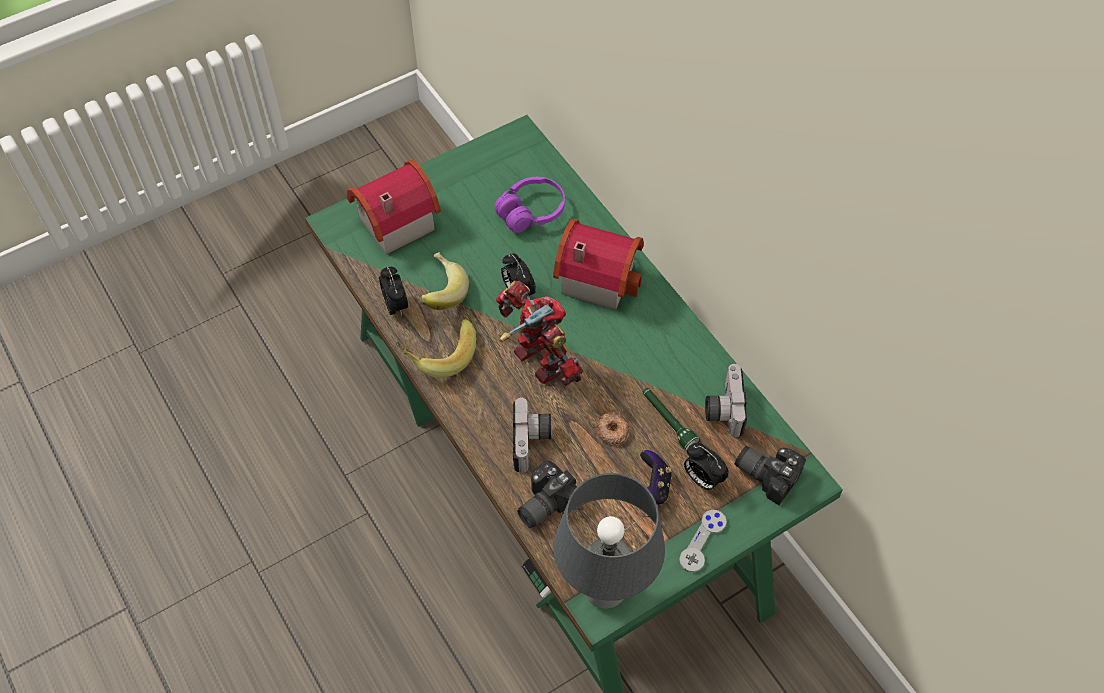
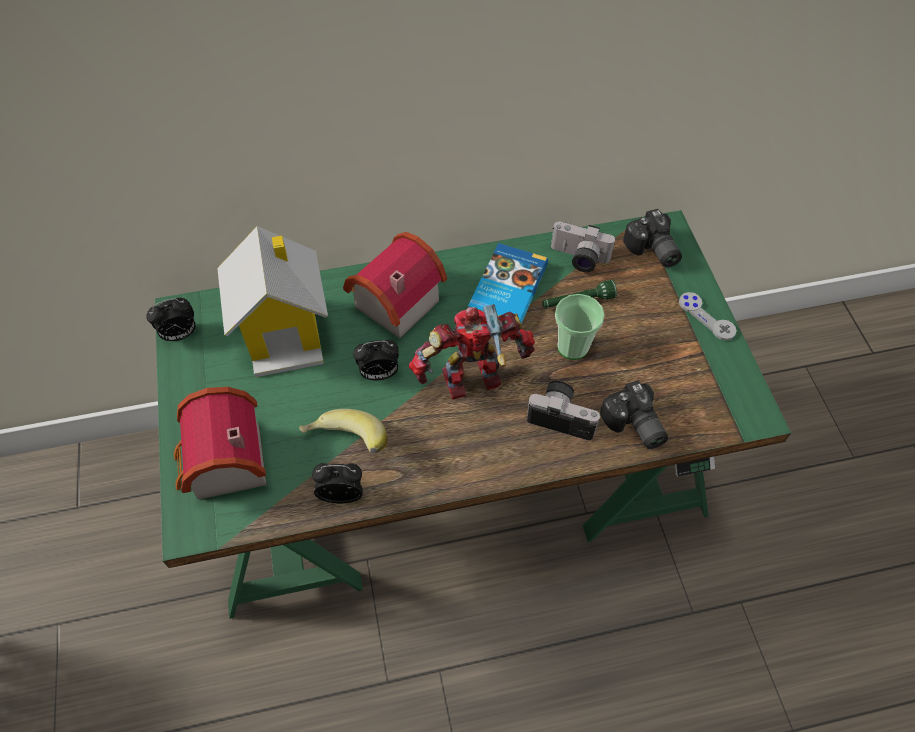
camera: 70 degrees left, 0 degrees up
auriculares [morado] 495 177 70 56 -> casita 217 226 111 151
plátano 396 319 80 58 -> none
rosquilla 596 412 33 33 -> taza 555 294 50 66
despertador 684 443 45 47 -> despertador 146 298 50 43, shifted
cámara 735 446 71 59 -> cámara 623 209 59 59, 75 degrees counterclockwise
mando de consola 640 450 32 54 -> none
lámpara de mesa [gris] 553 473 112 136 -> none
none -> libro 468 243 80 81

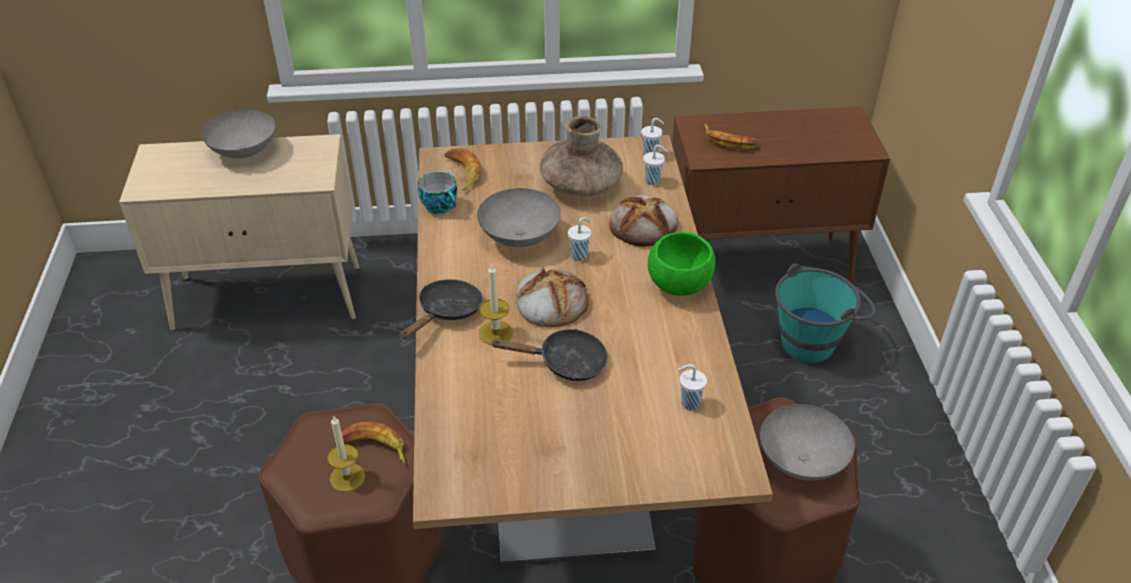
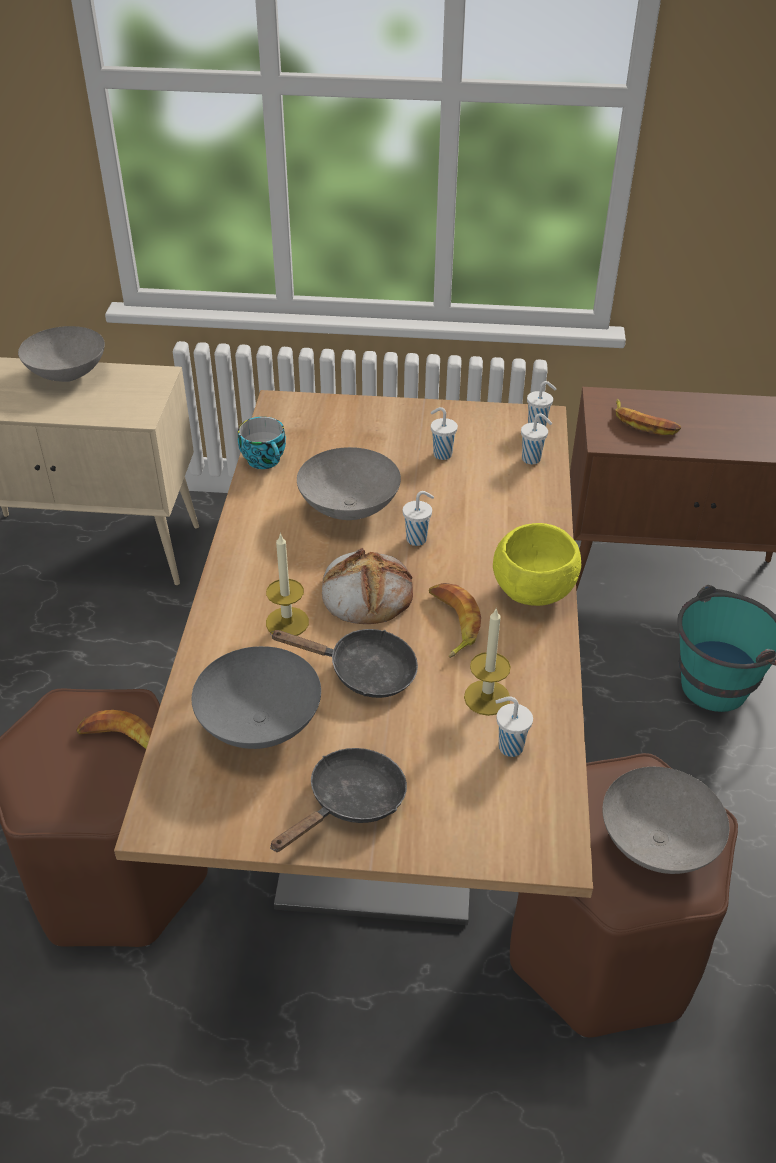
camera: 10 degrees right, 0 degrees up
florero [marrón] 540 116 83 80 -> taza [blanco] 431 407 27 53
plátano 444 148 37 43 -> plátano 429 583 52 75, shifted
pan 609 195 69 52 -> none
cuenco [verde] 648 231 68 65 -> cuenco [amarillo] 493 523 88 83
sartén [negro] 400 279 83 60 -> sartén [negro] 270 748 137 104, shifted
vela 327 415 38 77 -> vela 464 609 47 107, shifted
none -> cuenco [gris] 192 646 129 103

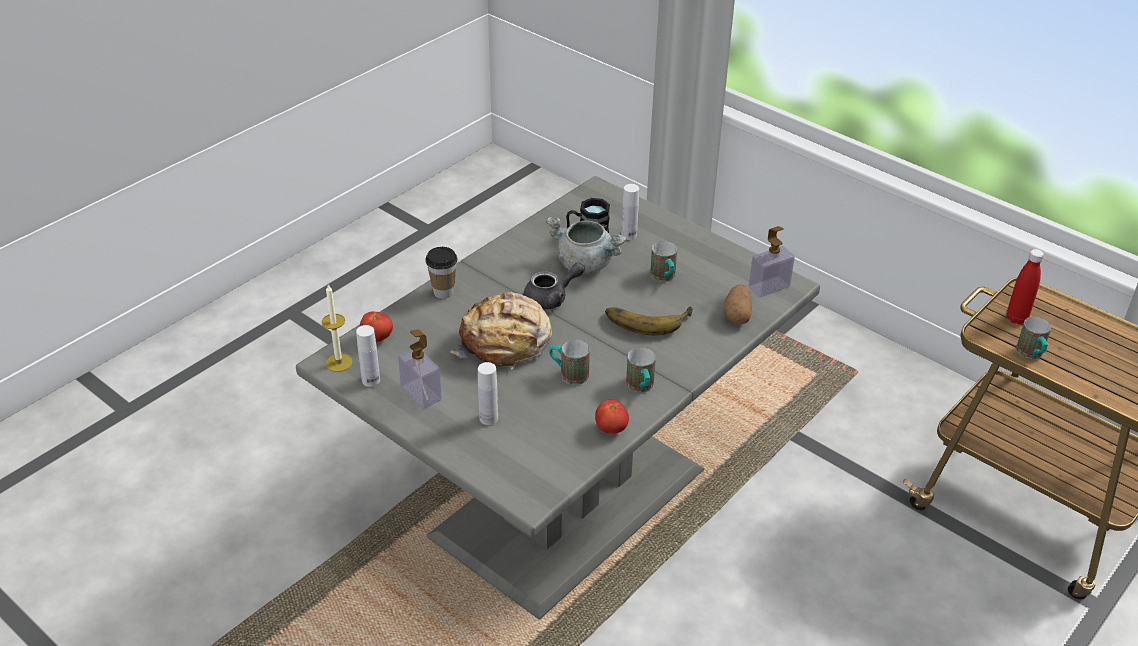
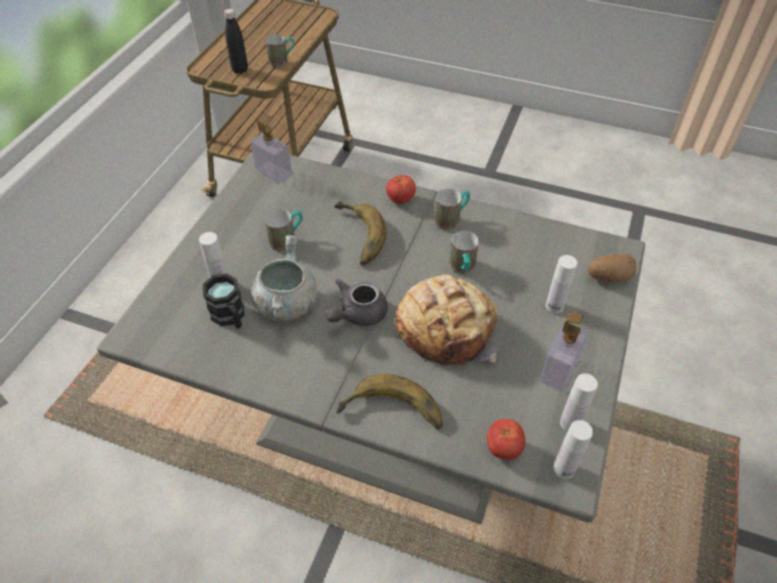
camera: 110 degrees left, 10 degrees up
taza 425 247 33 52 -> plátano 336 374 107 56
botella [rojo] 1007 249 37 75 -> botella [negro] 224 9 24 65
tetera [gris] 524 262 61 48 -> tetera [gris] 326 279 62 47, 90 degrees counterclockwise
patata 723 284 29 40 -> patata 588 254 48 28, shifted
vela 322 285 31 87 -> botella [blanco] 554 420 39 59
tomate 595 400 34 34 -> tomate 386 175 30 29, shifted

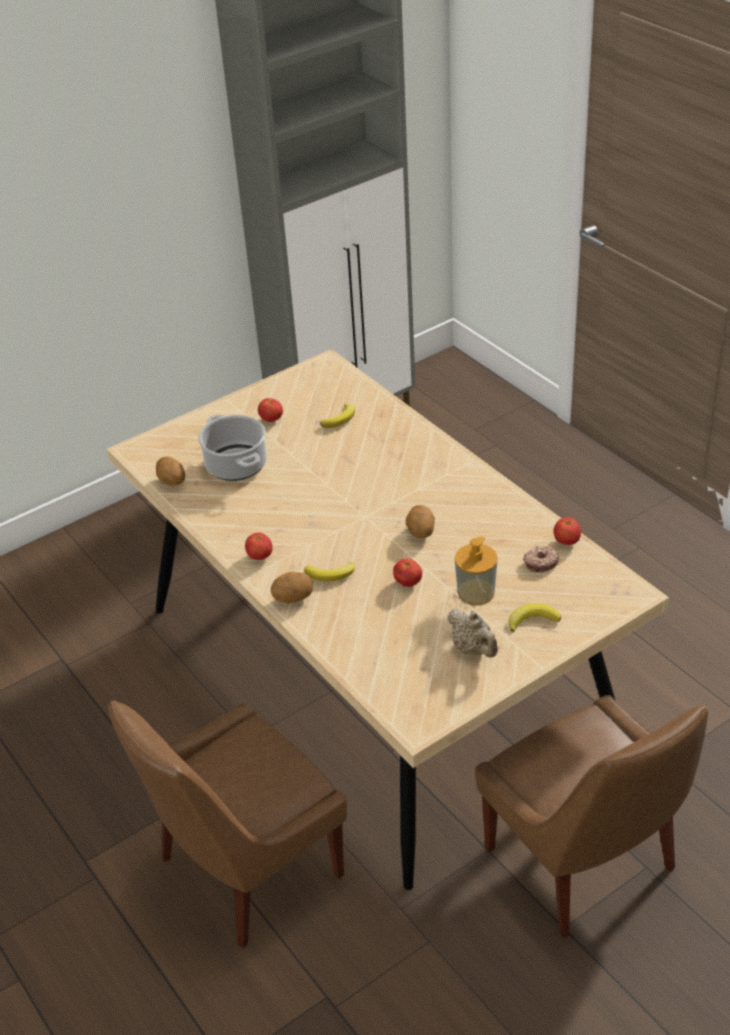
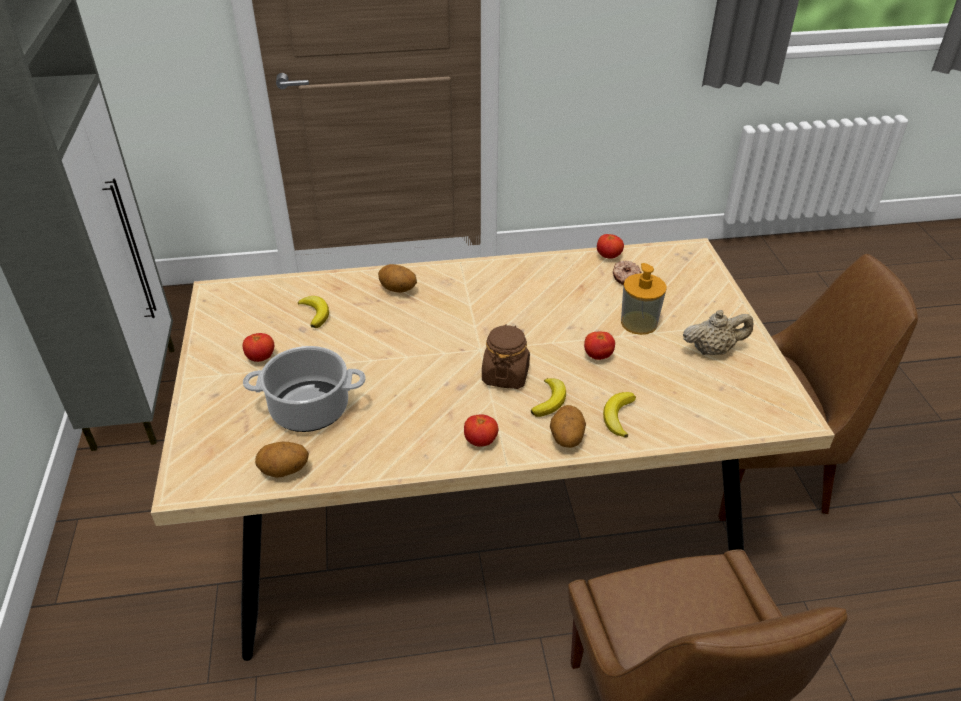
camera: 65 degrees left, 0 degrees up
patata 406 505 29 33 -> patata 378 264 39 28, shifted
plátano 508 603 53 30 -> plátano 603 392 33 46, shifted
none -> tarro [marrón] 482 325 48 64

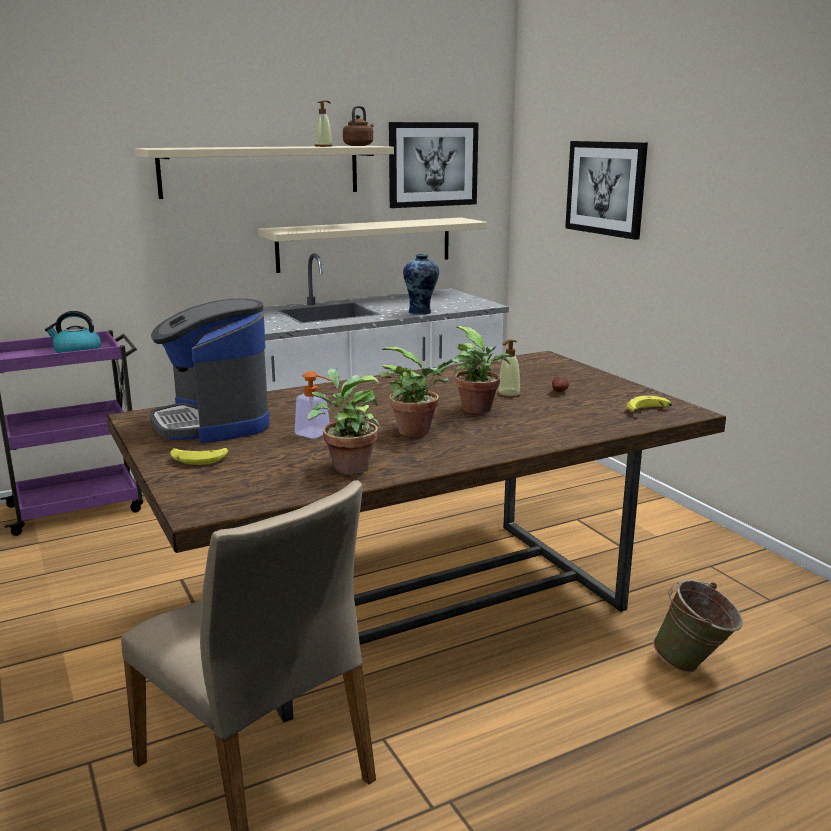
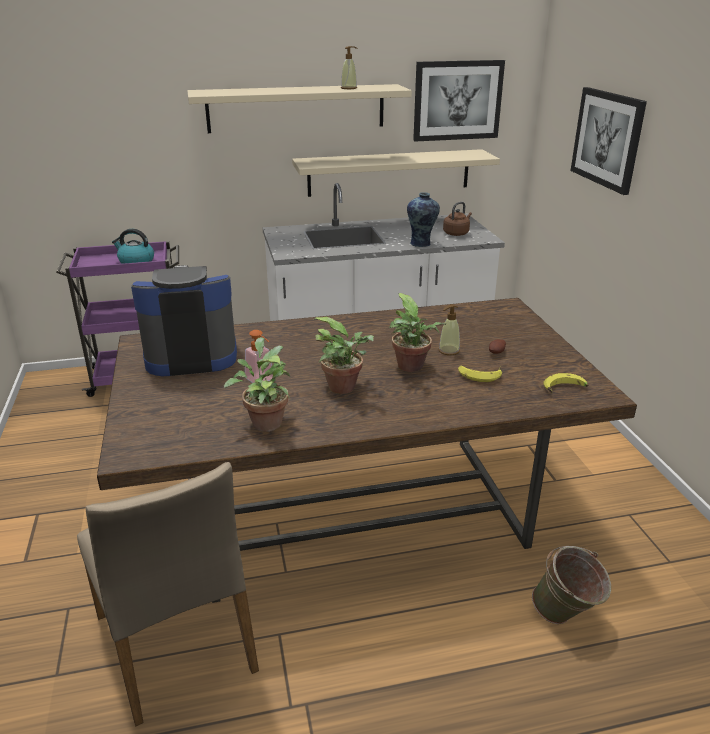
camera: 15 degrees right, 10 degrees up
hervidor [marrón] 343 106 31 40 -> hervidor [marrón] 443 201 29 35, shifted
cafetera 150 298 120 145 -> cafetera 131 265 106 111, 90 degrees clockwise
plátano 170 445 59 20 -> plátano 458 365 44 17, shifted

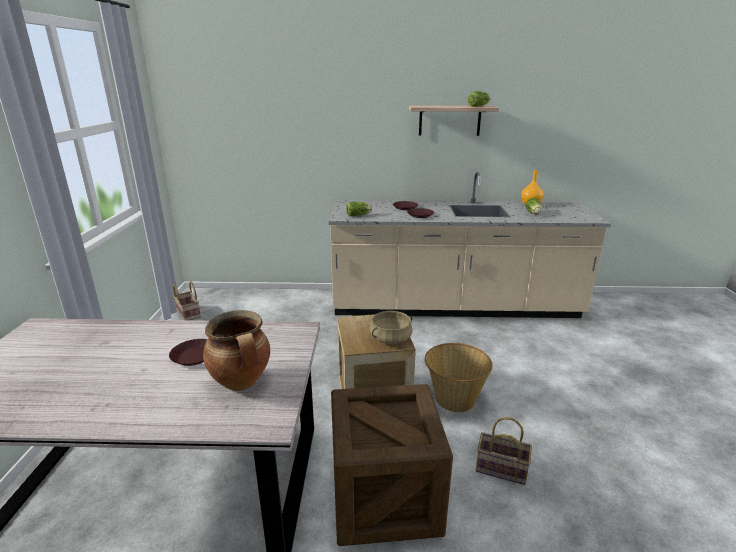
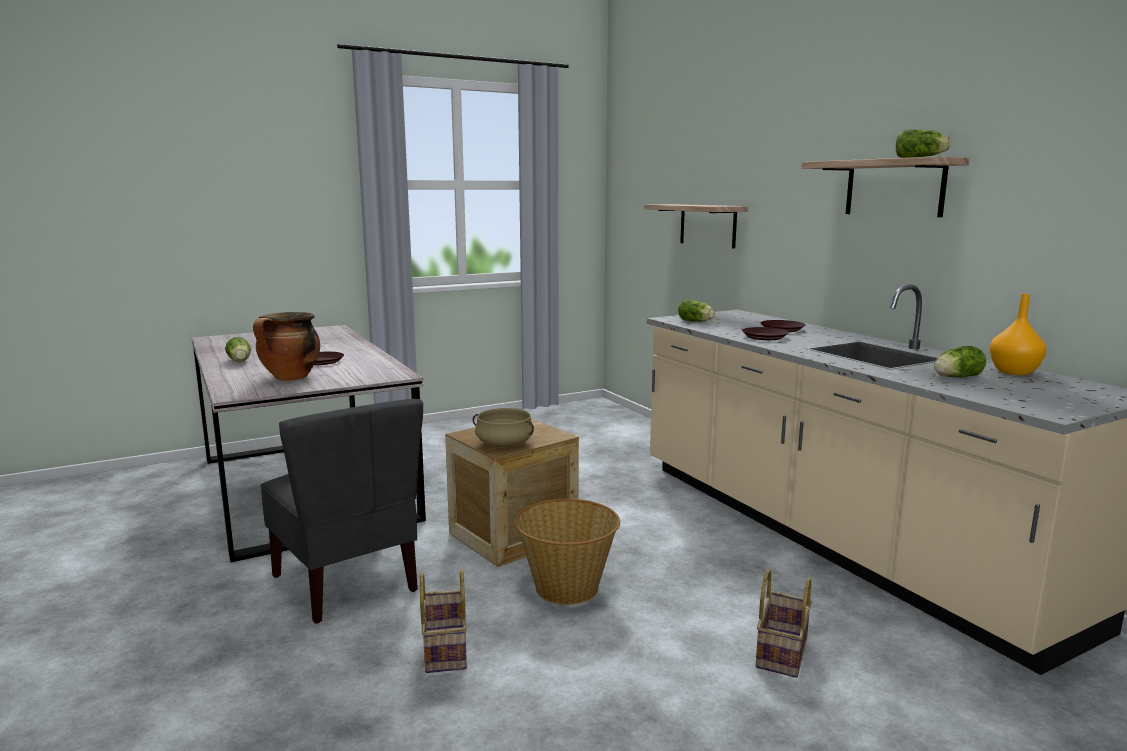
camera: 60 degrees right, 10 degrees down
cesta 173 281 28 39 -> cesta 755 569 57 109, shifted
caja de embalaje 331 384 122 162 -> silla [gris] 260 399 163 225
none -> estante 644 204 104 45
none -> lechuga 225 337 26 25

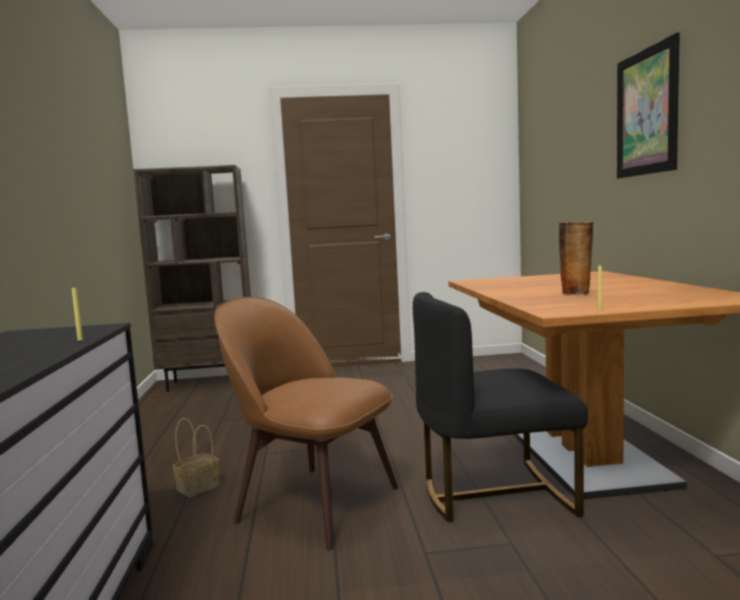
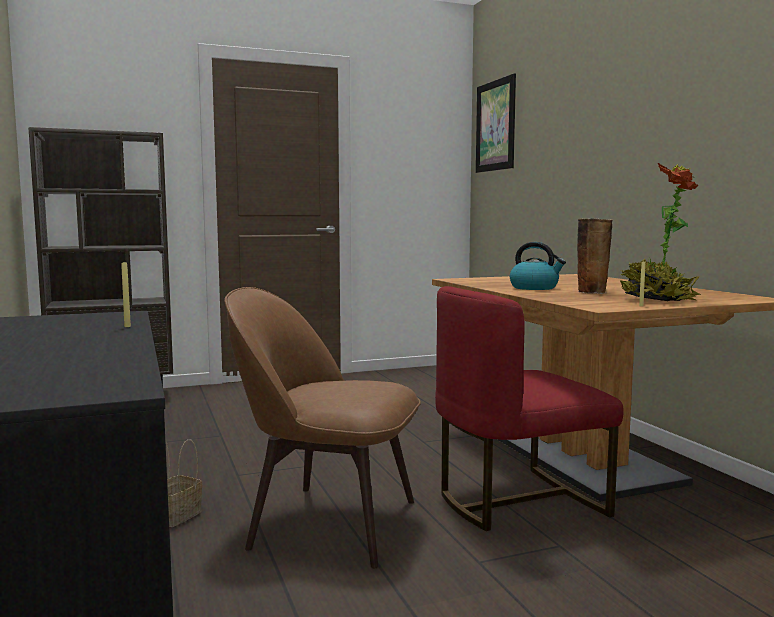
camera: 15 degrees left, 0 degrees up
cuadro 617 33 63 146 -> cuadro 476 73 40 100, shifted
silla [negro] 413 292 175 230 -> silla [rojo] 435 286 188 245
none -> planta en maceta 620 163 81 138
none -> hervidor 510 242 56 48

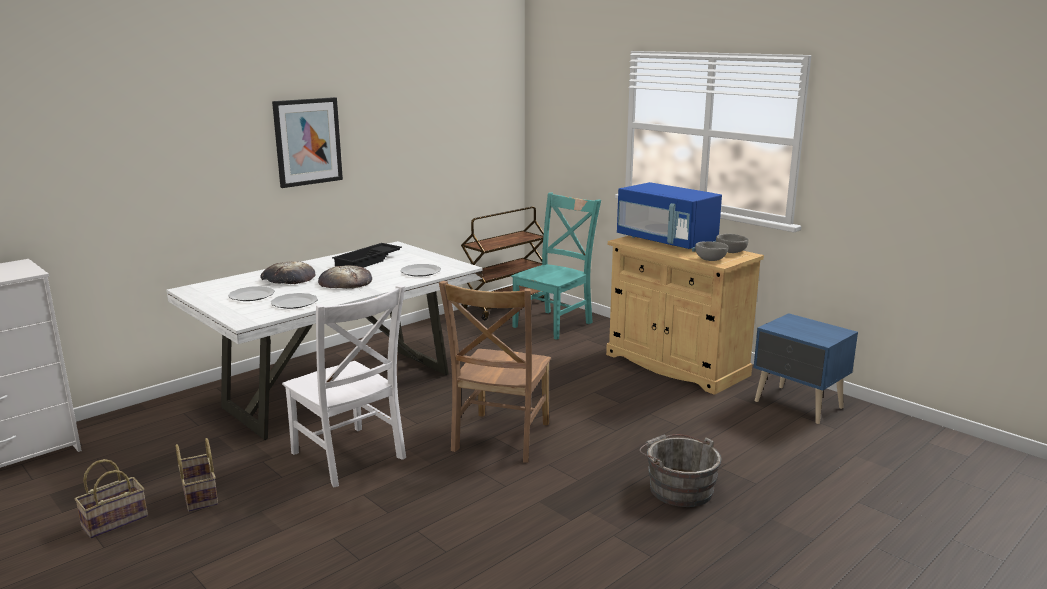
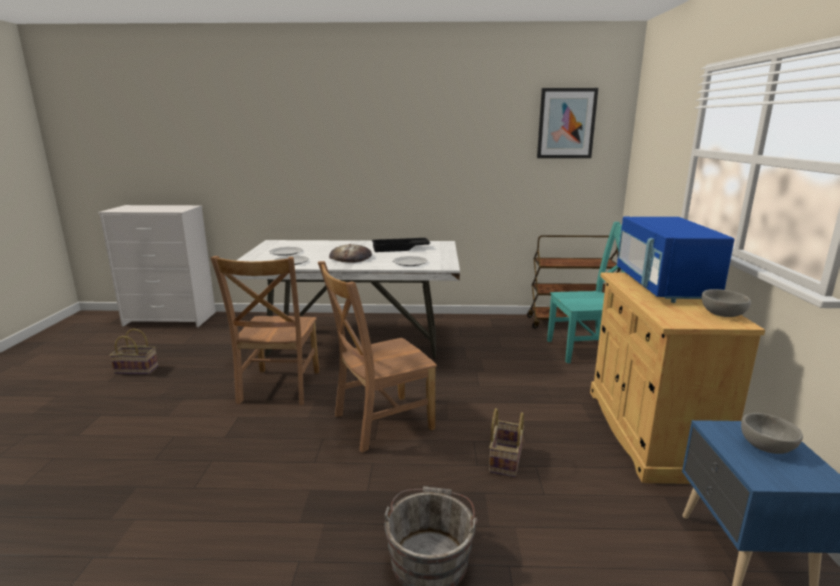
camera: 45 degrees right, 0 degrees up
cuadro 272 97 71 91 -> cuadro 537 88 61 70, shifted
cuenco [gris] 695 241 33 20 -> cuenco [gris] 741 413 62 41, shifted
pan 260 261 55 23 -> none
silla [blanco] 282 285 124 202 -> silla [marrón] 210 256 109 149
cesta 176 438 42 74 -> cesta 489 408 35 69, shifted

